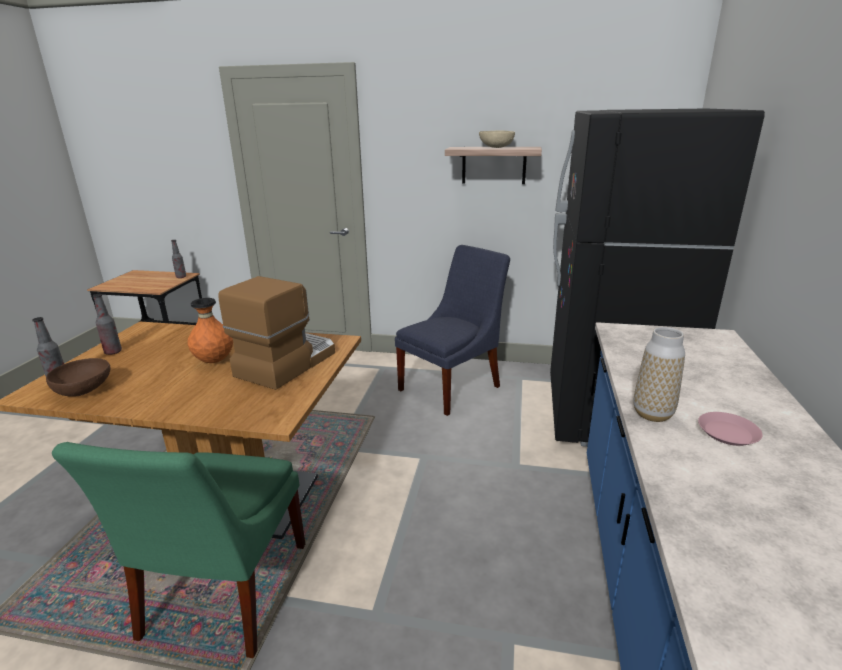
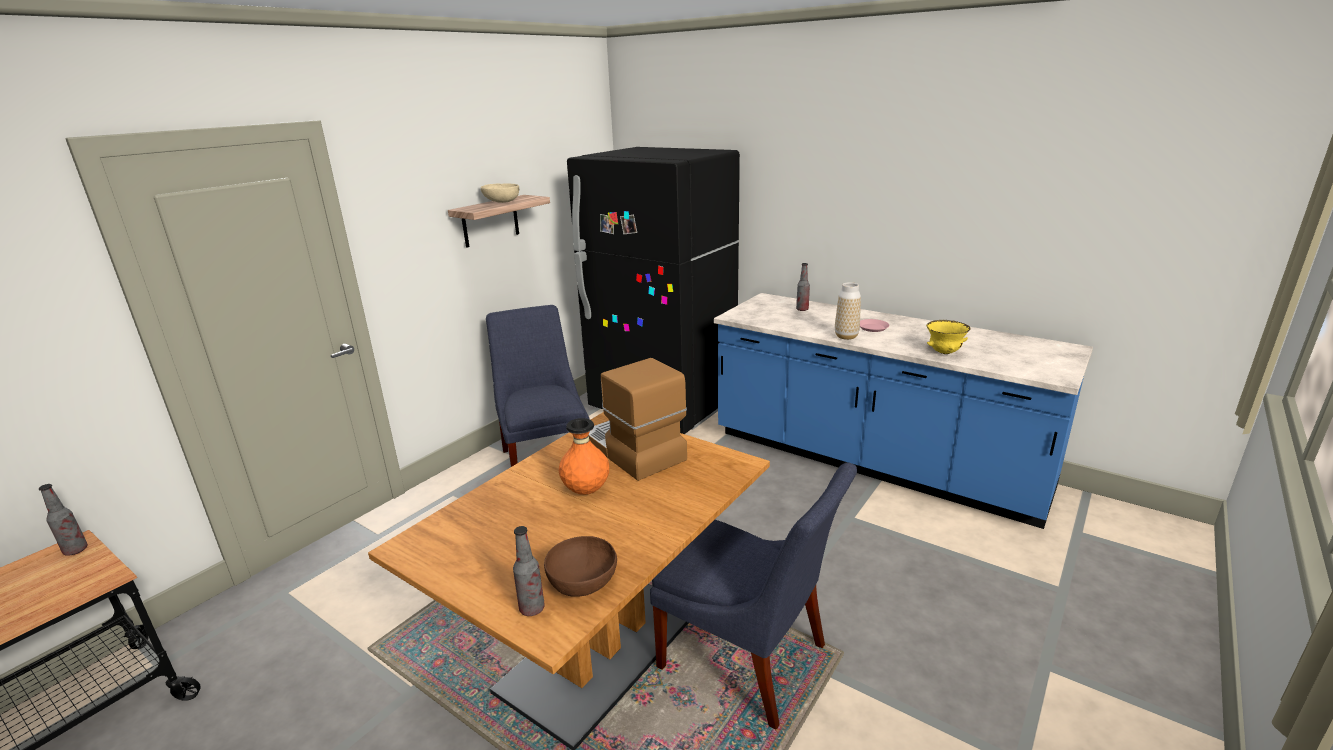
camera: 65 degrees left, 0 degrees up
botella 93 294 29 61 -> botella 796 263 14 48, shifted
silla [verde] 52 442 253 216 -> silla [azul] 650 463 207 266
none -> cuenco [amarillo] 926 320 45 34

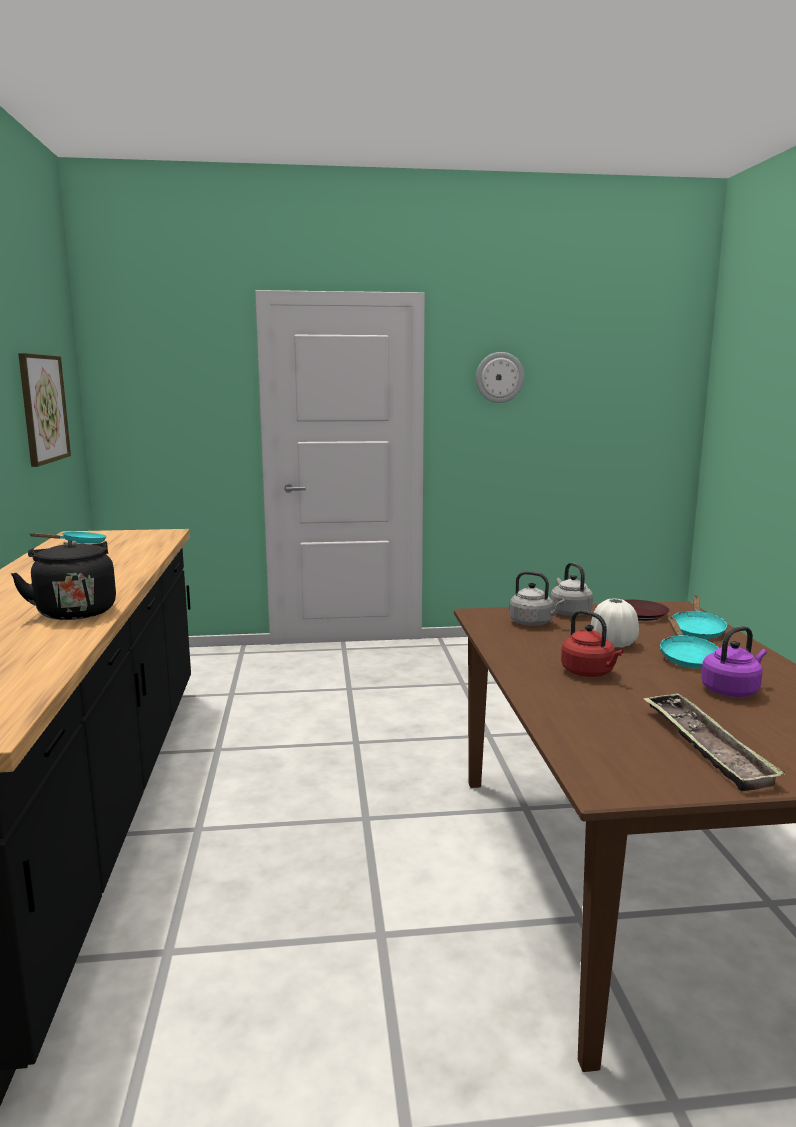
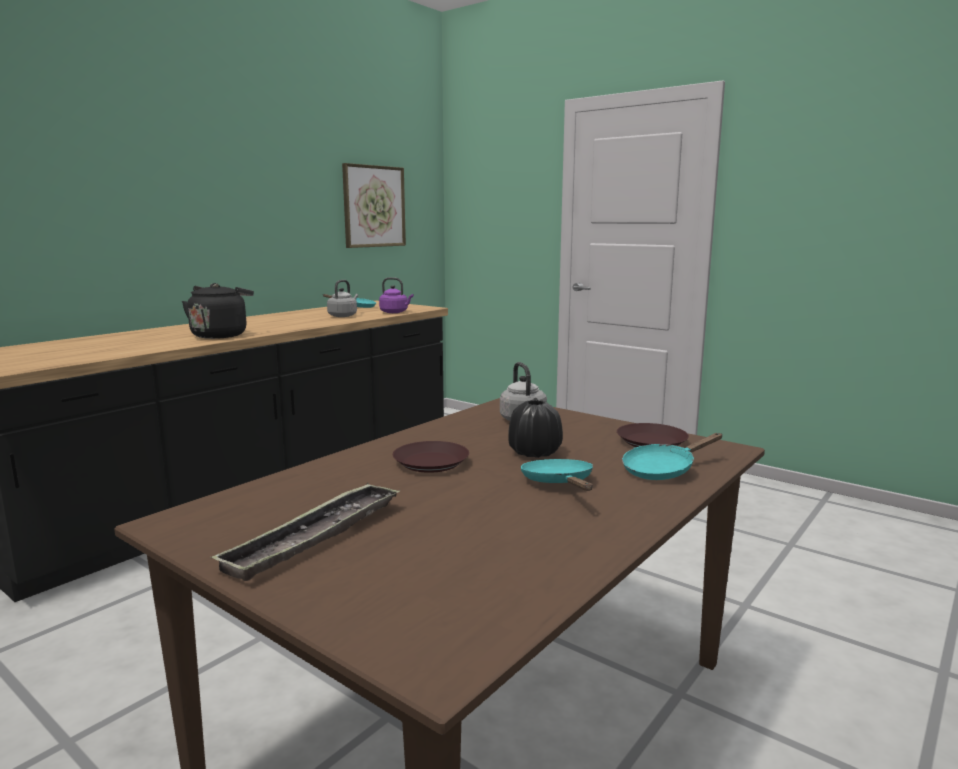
camera: 45 degrees right, 0 degrees up
reloj de pared 476 352 48 51 -> none
hervidor [gris] 551 562 42 54 -> hervidor [gris] 327 280 31 37, shifted
florero [blanco] 591 598 48 50 -> florero [negro] 509 400 54 58
hervidor [rojo] 561 610 62 67 -> plato [marrón] 393 441 76 32
sartén [turquesa] 660 617 59 52 -> sartén [turquesa] 521 459 72 32, 120 degrees clockwise
hervidor [morado] 701 626 66 71 -> hervidor [morado] 379 277 34 36, shifted

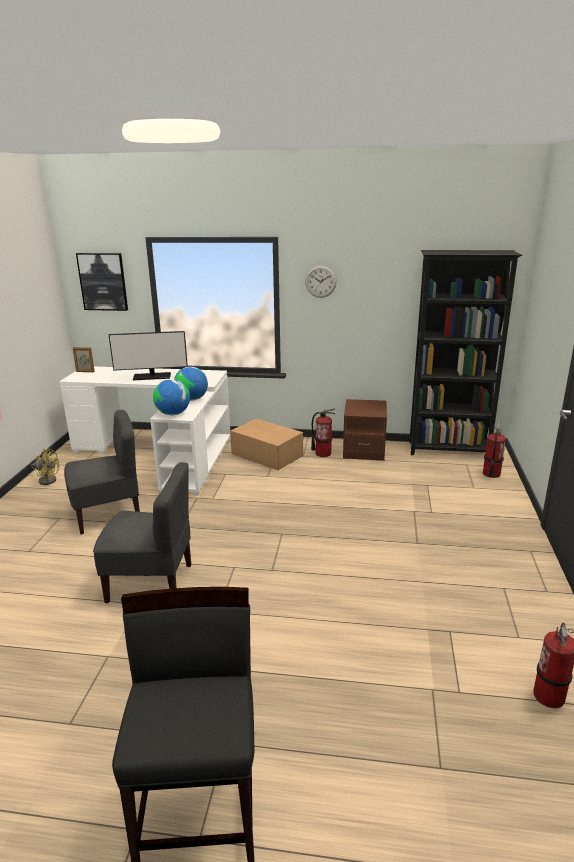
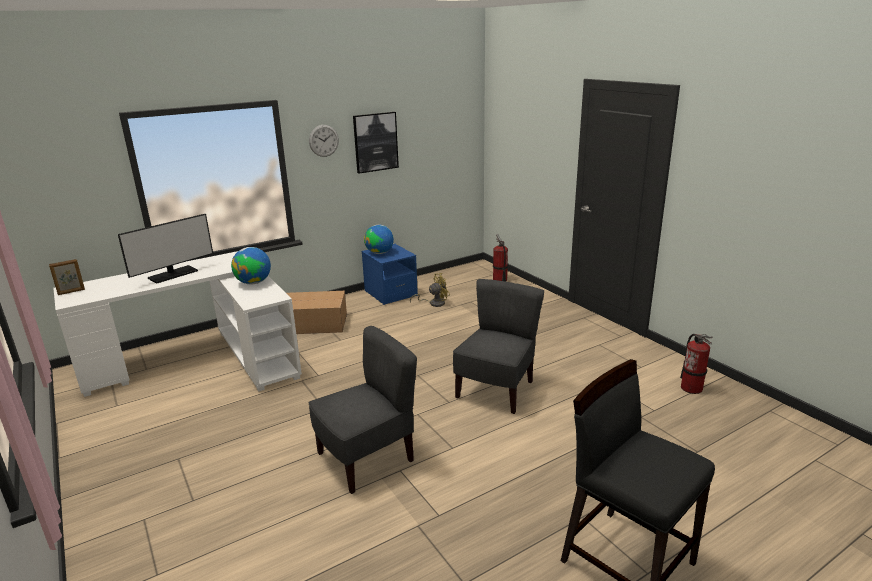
camera: 40 degrees left, 0 degrees up
estantería [negro] 409 250 113 205 -> none
cuadro 76 253 52 58 -> cuadro 353 112 46 62, shifted
globo terráqueo 153 379 37 36 -> globo terráqueo 364 225 30 29, shifted
mesita de noche [marrón] 343 399 44 62 -> mesita de noche [azul] 362 244 56 61
extintor 311 408 25 49 -> none
silla [gris] 64 410 76 124 -> silla [gris] 453 279 91 135, shifted
ventilador [amarillo] 31 449 28 36 -> ventilador [amarillo] 410 273 40 34, shifted

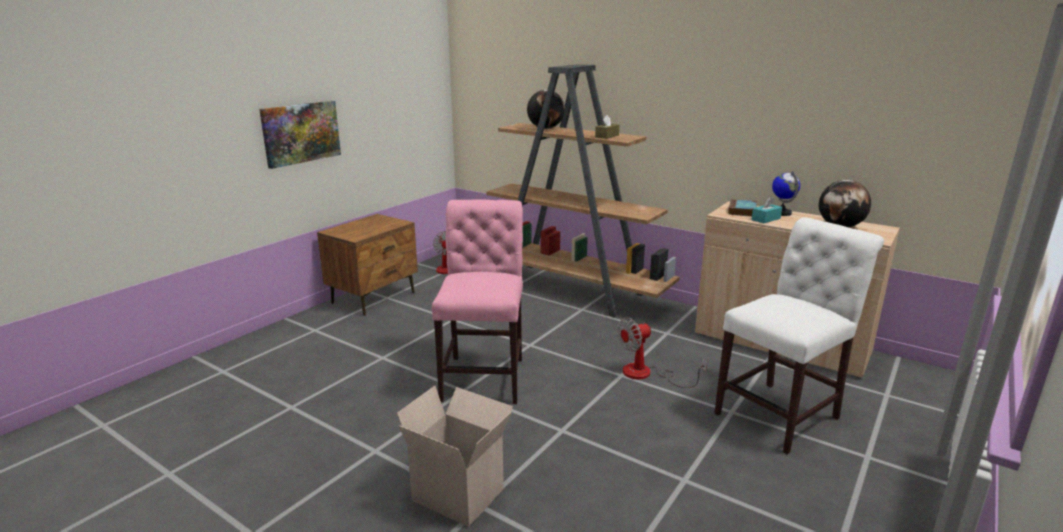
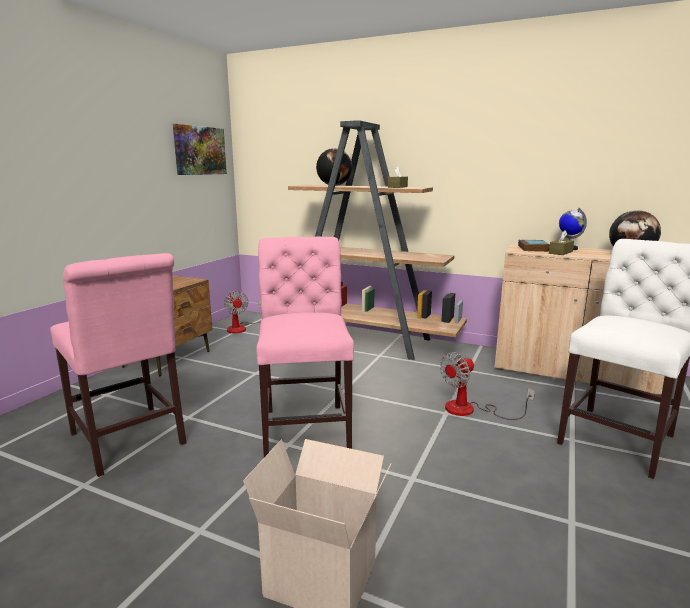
camera: 10 degrees left, 5 degrees down
cuadro 259 101 82 68 -> cuadro 173 124 54 51, shifted
caja de pañuelos [turquesa] 751 196 31 27 -> caja de pañuelos [marrón] 549 230 25 25
none -> silla [rosa] 50 253 137 224

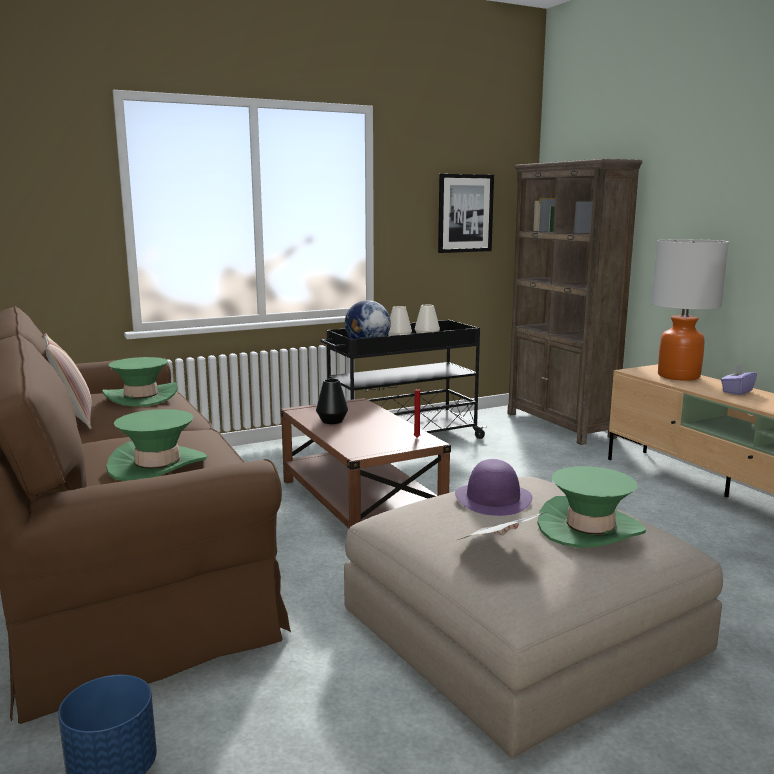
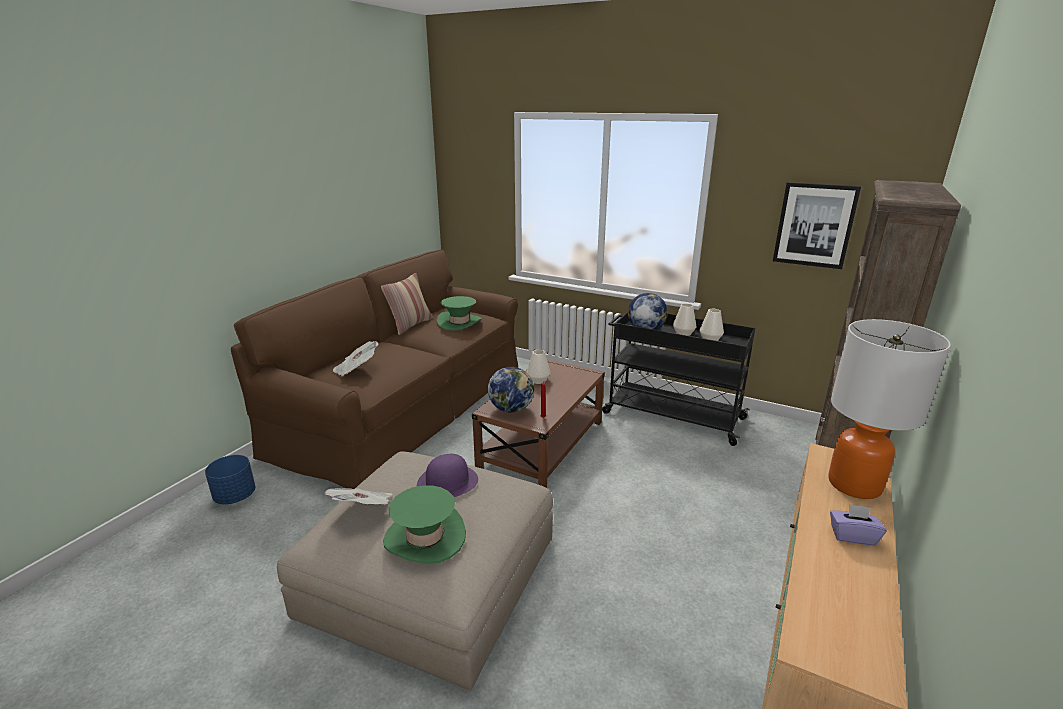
camera: 55 degrees right, 10 degrees up
florero [negro] 316 379 32 45 -> florero [blanco] 527 350 24 34
sombrero [verde] 106 409 101 72 -> periódico 332 341 46 36
none -> globo terráqueo 488 367 46 46

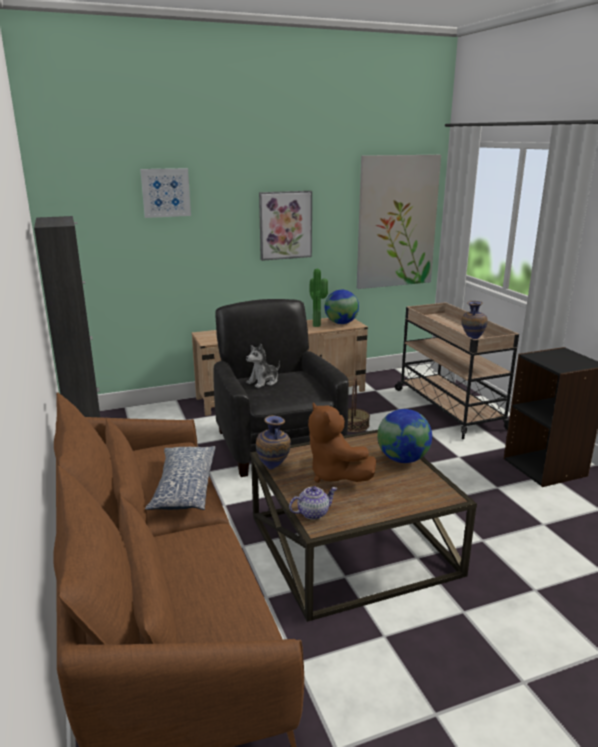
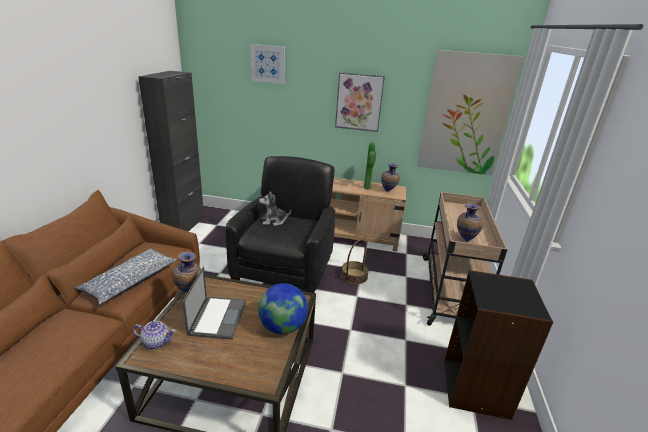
camera: 30 degrees right, 5 degrees up
globo terráqueo 325 290 34 34 -> florero 381 163 19 29
peluche [marrón] 308 402 68 81 -> portátil 182 267 64 73

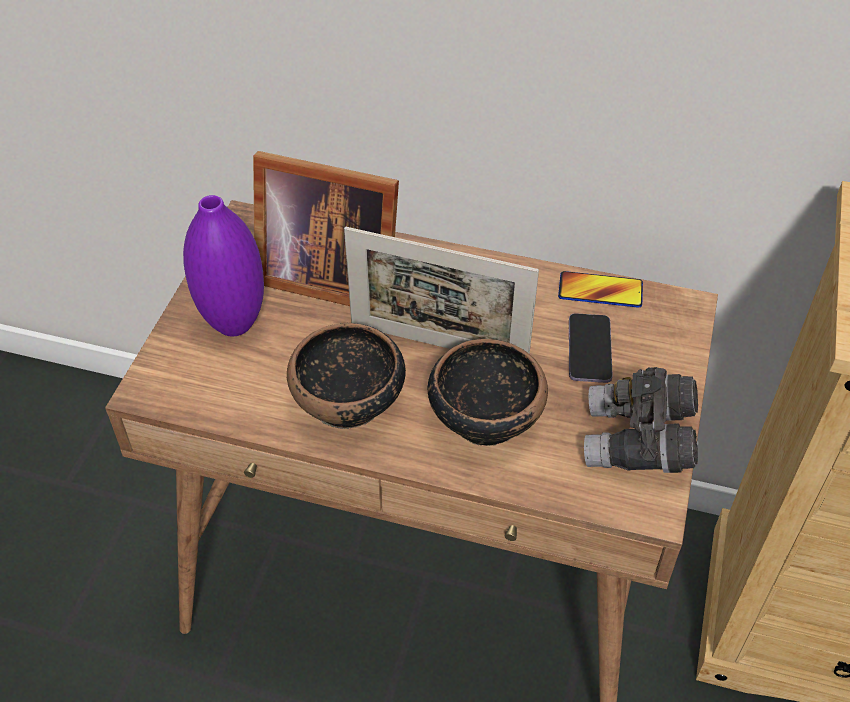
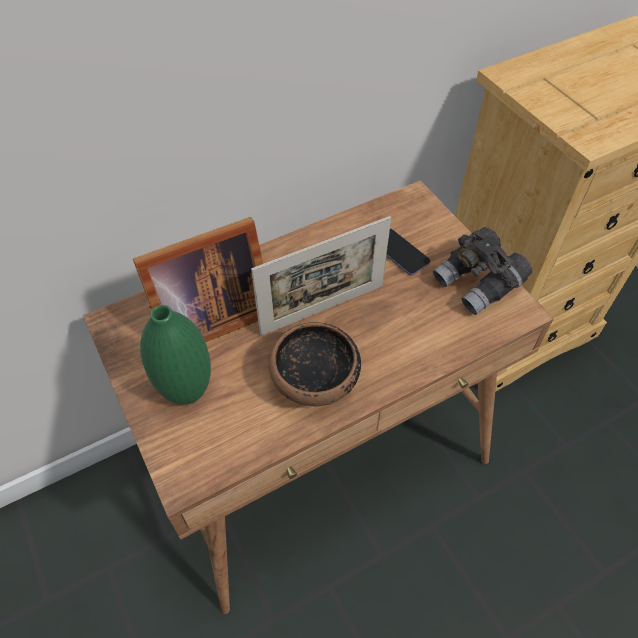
camera: 45 degrees left, 5 degrees up
florero [morado] 183 195 81 141 -> florero [verde] 140 305 71 100
móvil 558 271 85 37 -> none
cuenco 428 339 120 107 -> none

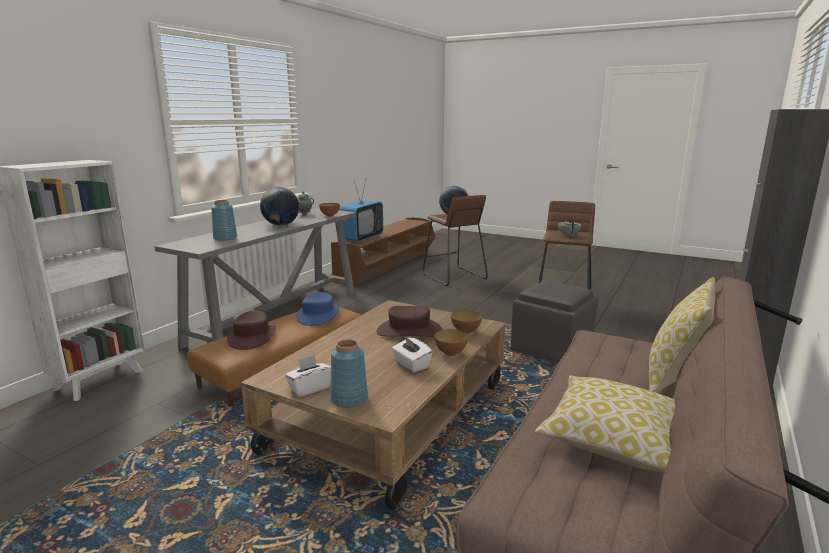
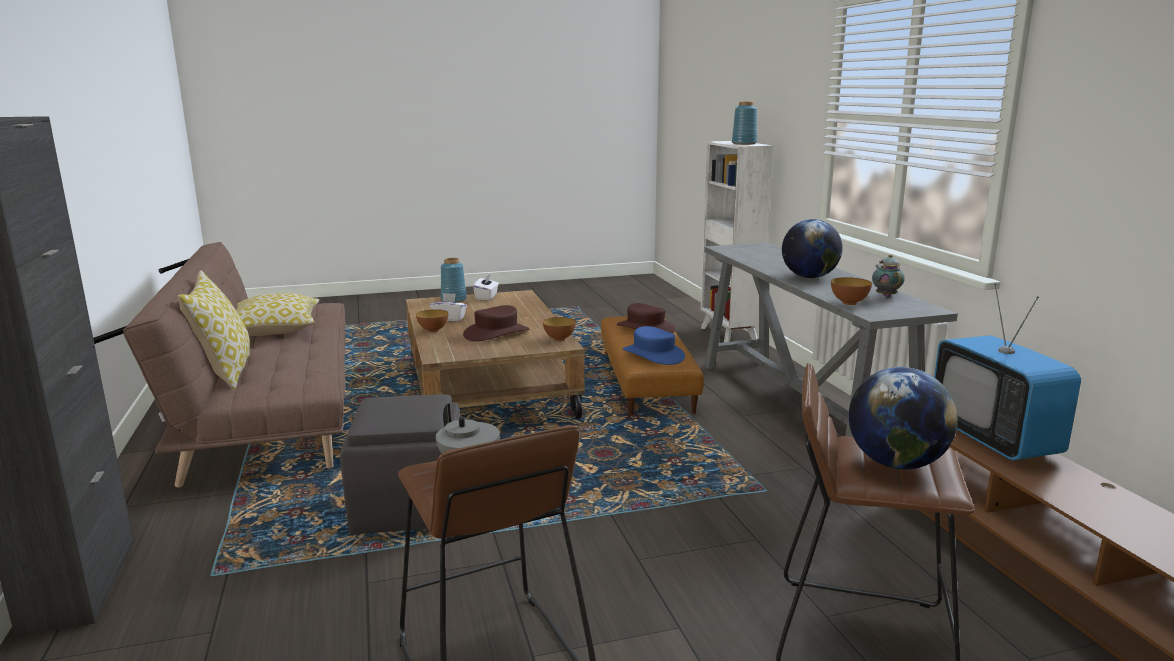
camera: 135 degrees right, 0 degrees up
florero [azul] 211 200 26 41 -> florero [azul] 732 102 25 43, shifted
cuenco 451 310 31 24 -> cuenco 543 317 33 24, shifted

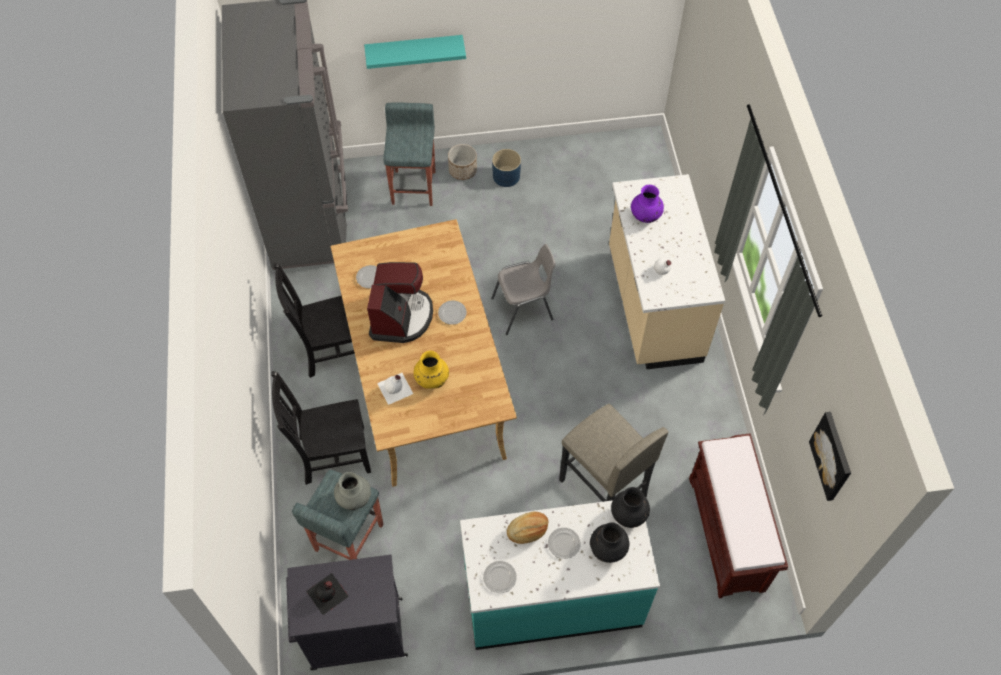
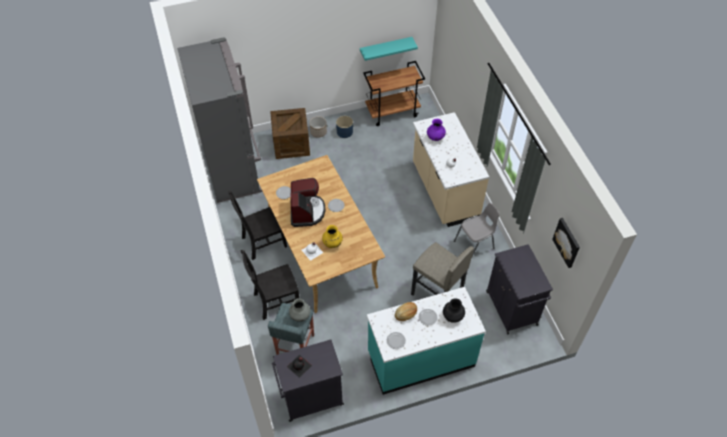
camera: 10 degrees left, 5 degrees down
estante [turquesa] 364 35 102 34 -> estante [turquesa] 360 37 58 24, shifted
taburete [gris] 384 102 51 104 -> caja de embalaje 270 108 40 51
silla [gris] 491 244 65 91 -> silla [gris] 454 203 46 56, shifted
banco [marrón] 689 433 99 165 -> armario [negro] 486 244 67 90
florero [negro] 611 487 39 41 -> none
none -> carrito [marrón] 363 61 62 65

